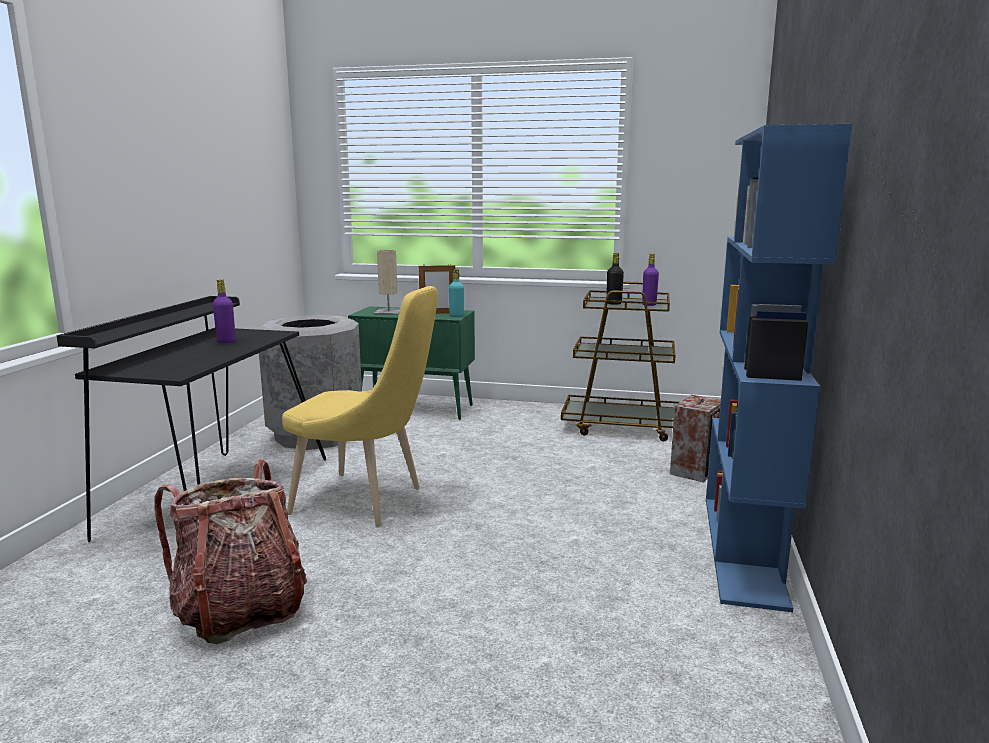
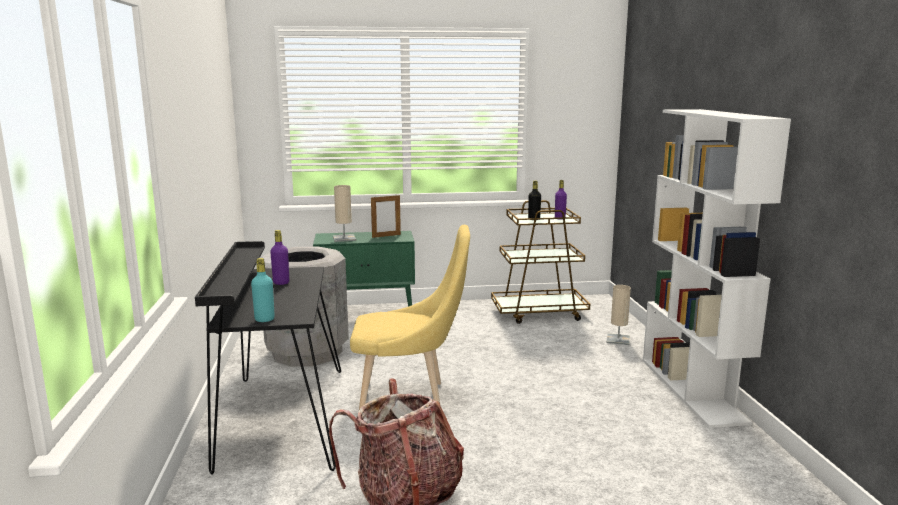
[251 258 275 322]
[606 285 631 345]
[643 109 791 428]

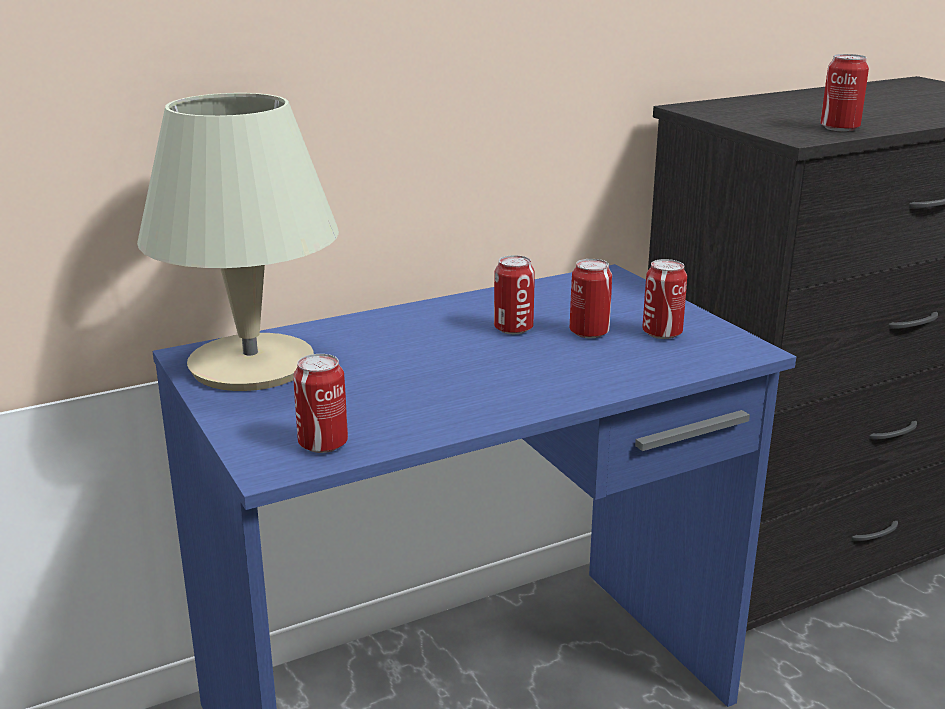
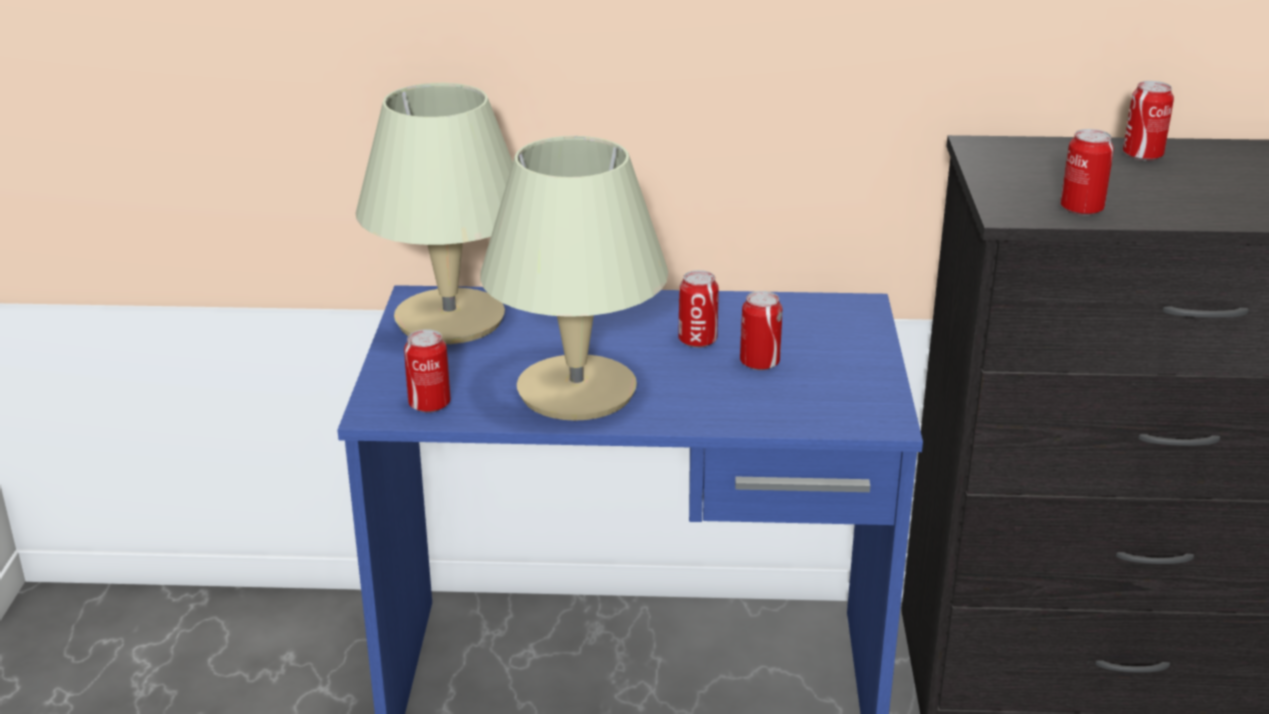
[1123 81 1174 161]
[480 136 669 421]

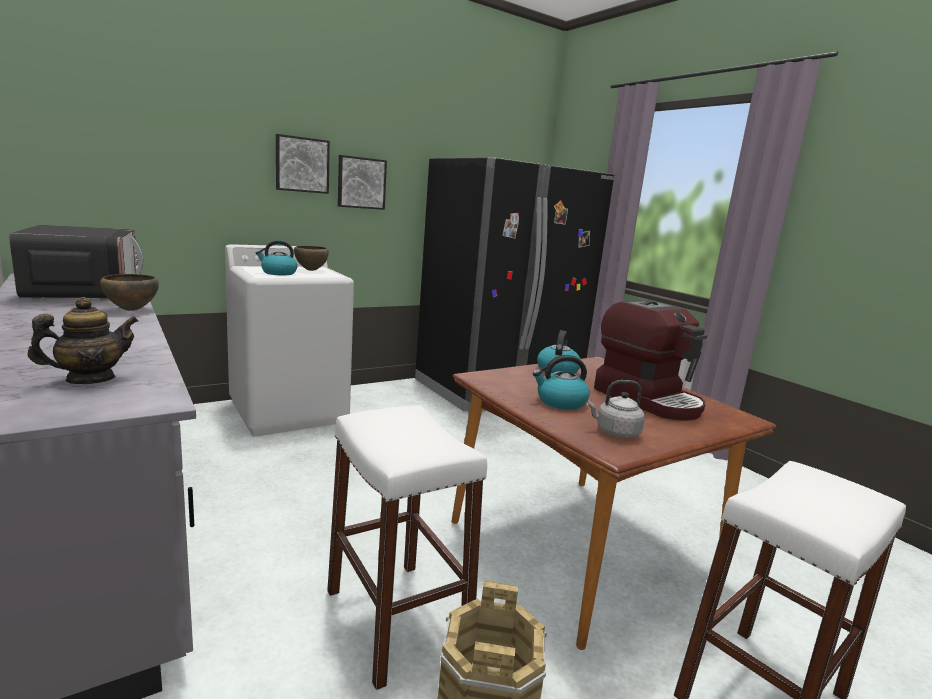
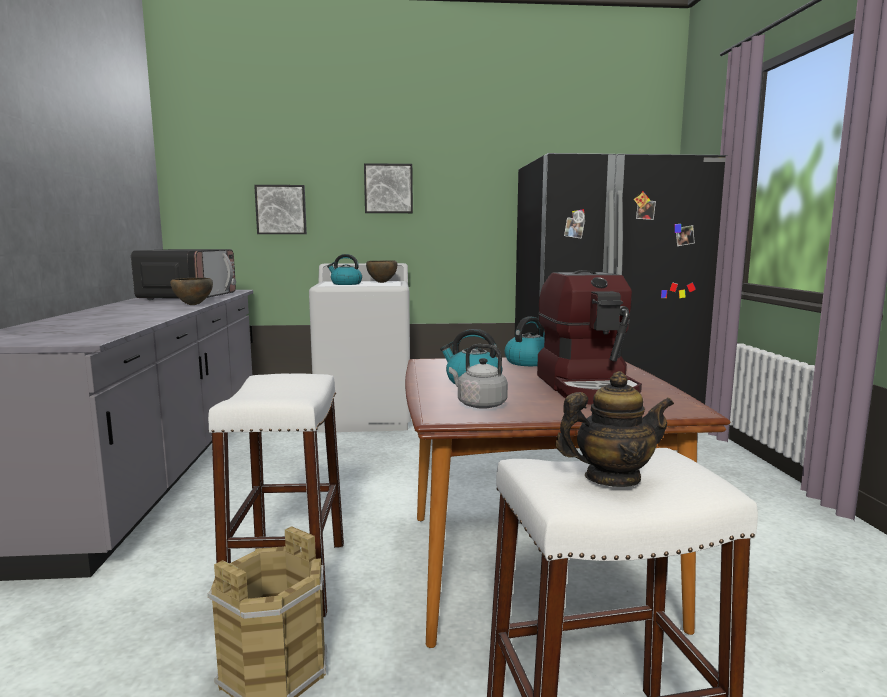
[555 371 674 487]
[254 185 307 234]

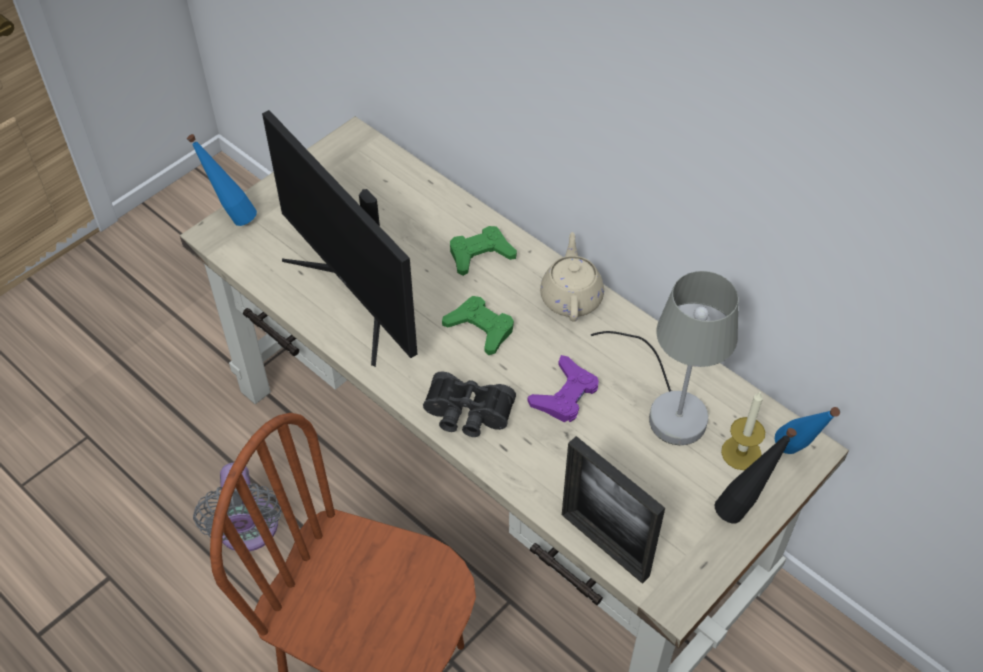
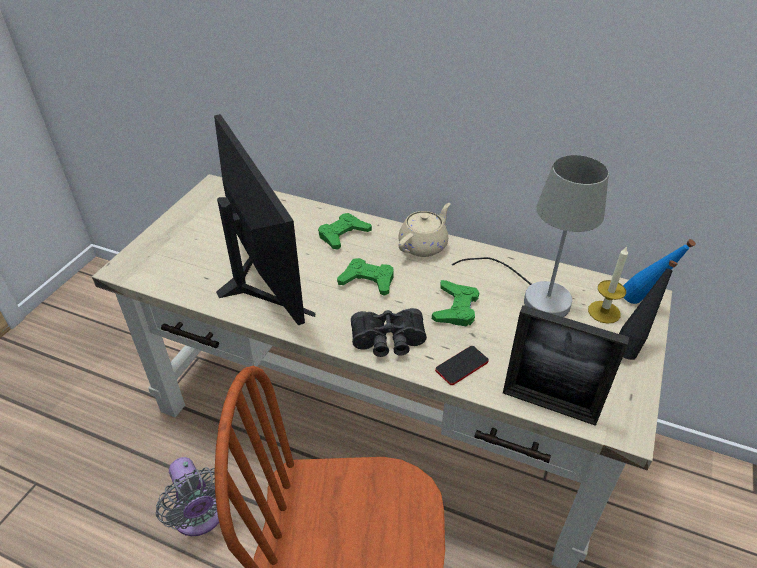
[187 134 257 226] (first image)
[214 114 315 325]
[432 280 479 326]
[398 203 451 257]
[435 346 489 385]

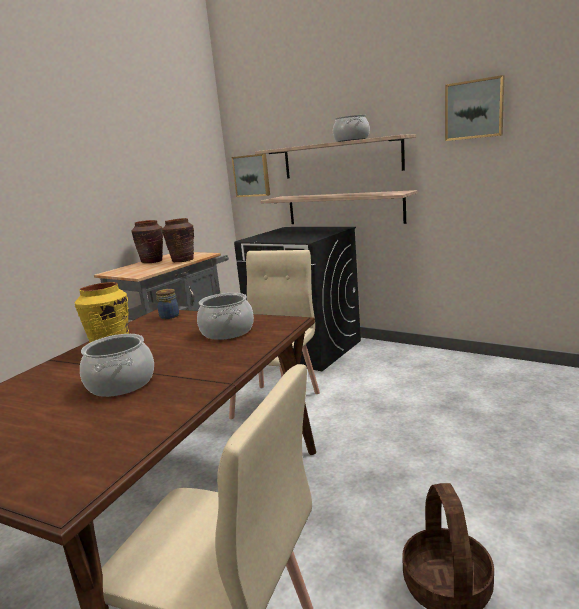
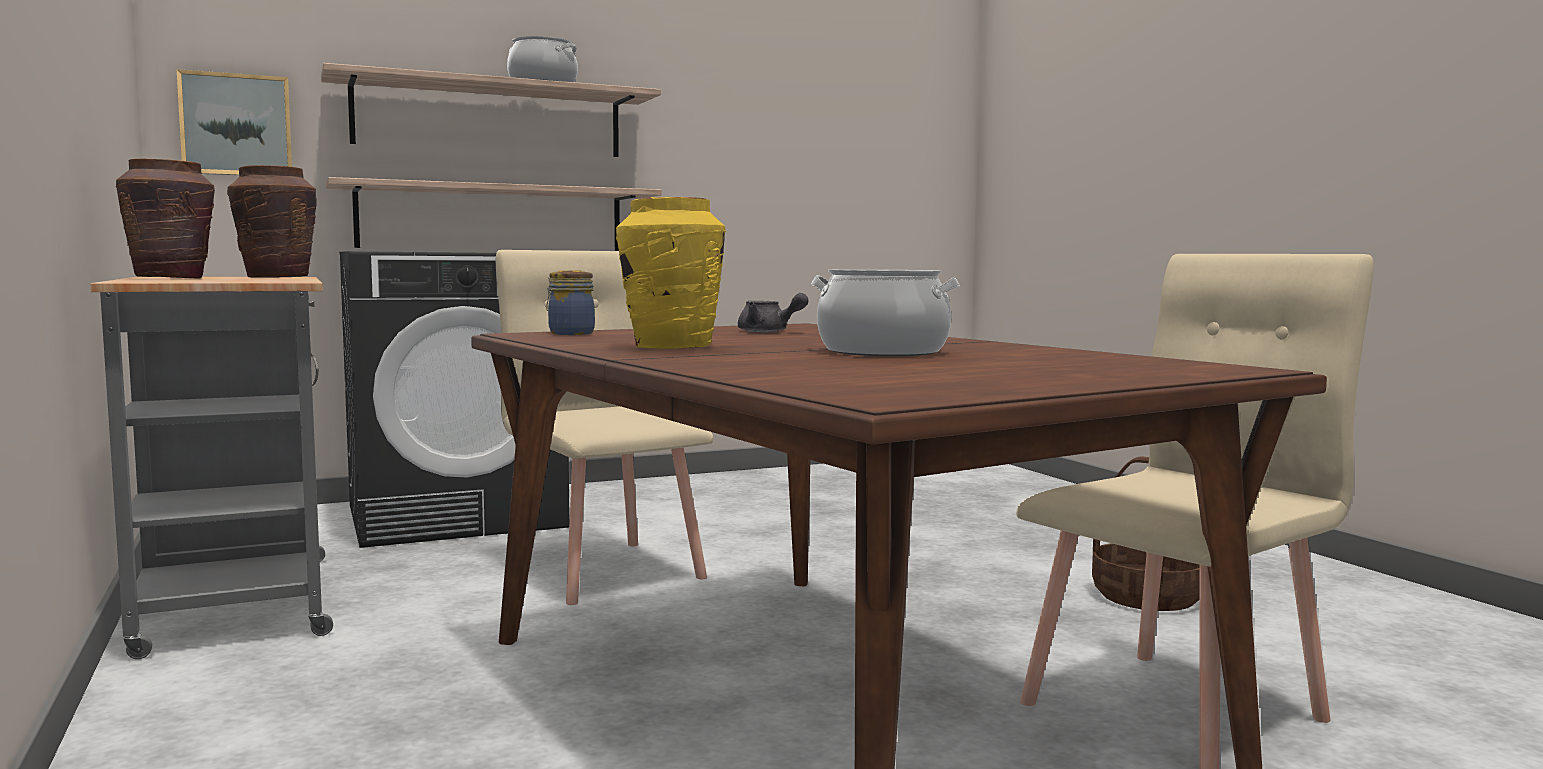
[738 293 809 332]
[445 75 504 141] (first image)

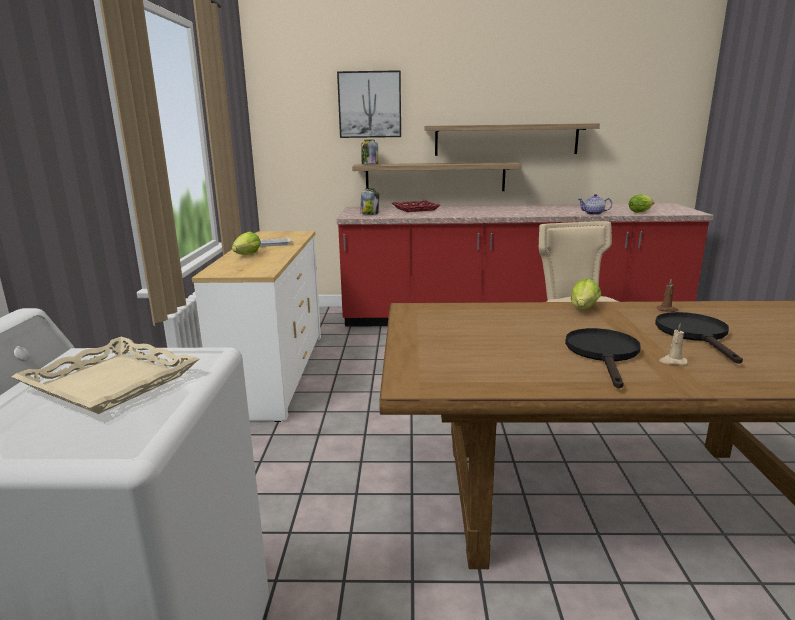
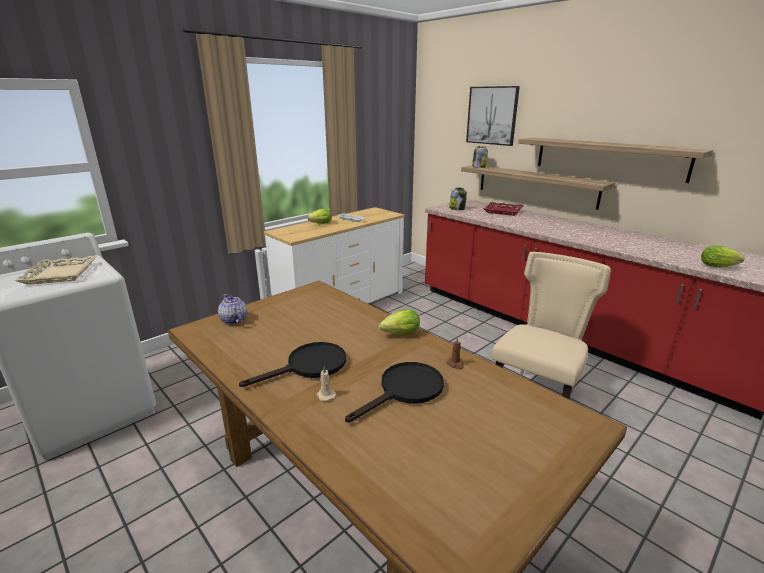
[218 294 247 325]

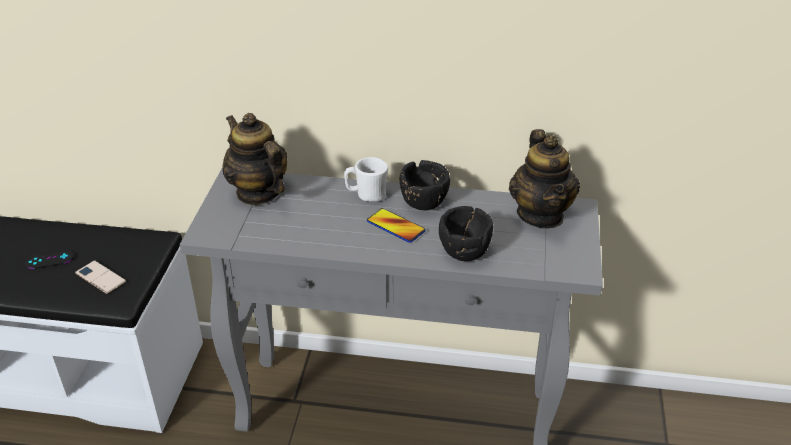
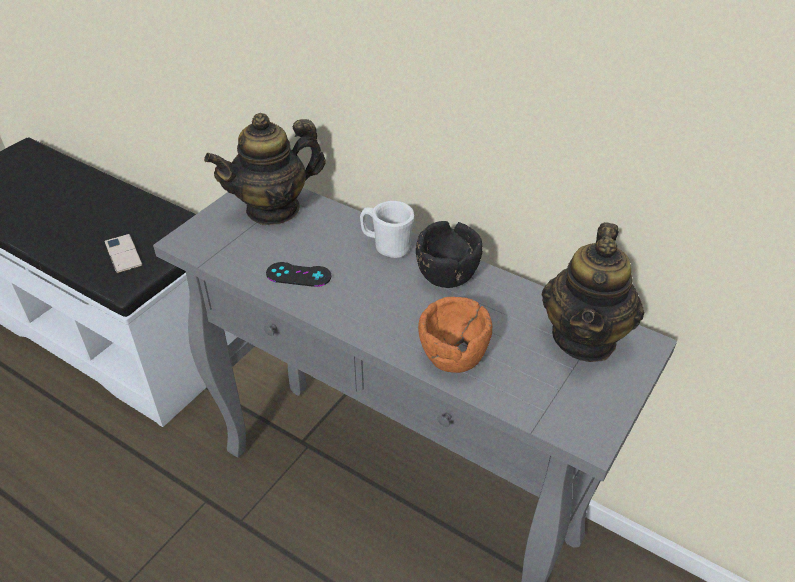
[266 262 331 287]
[204 113 326 225]
[367 208 426 243] (first image)
[418 297 492 373]

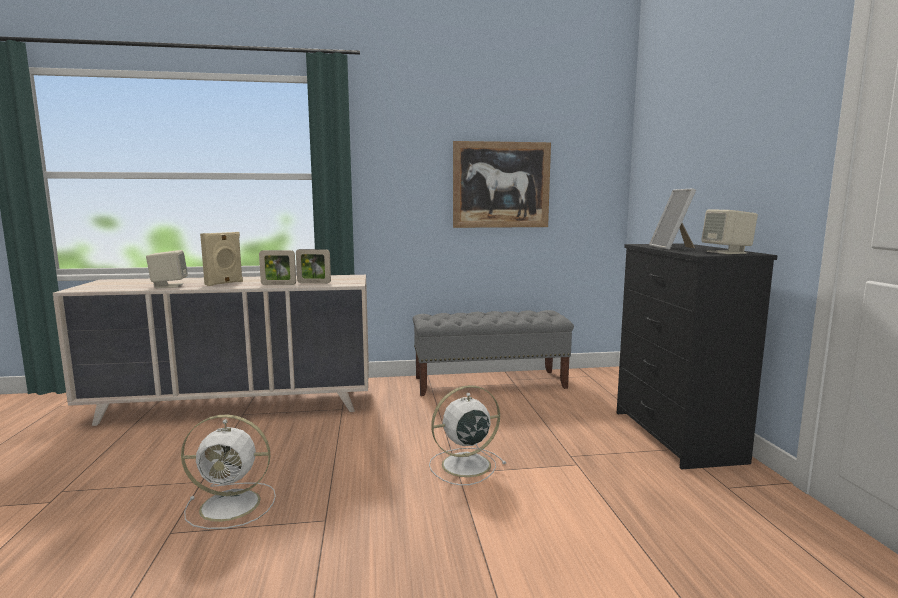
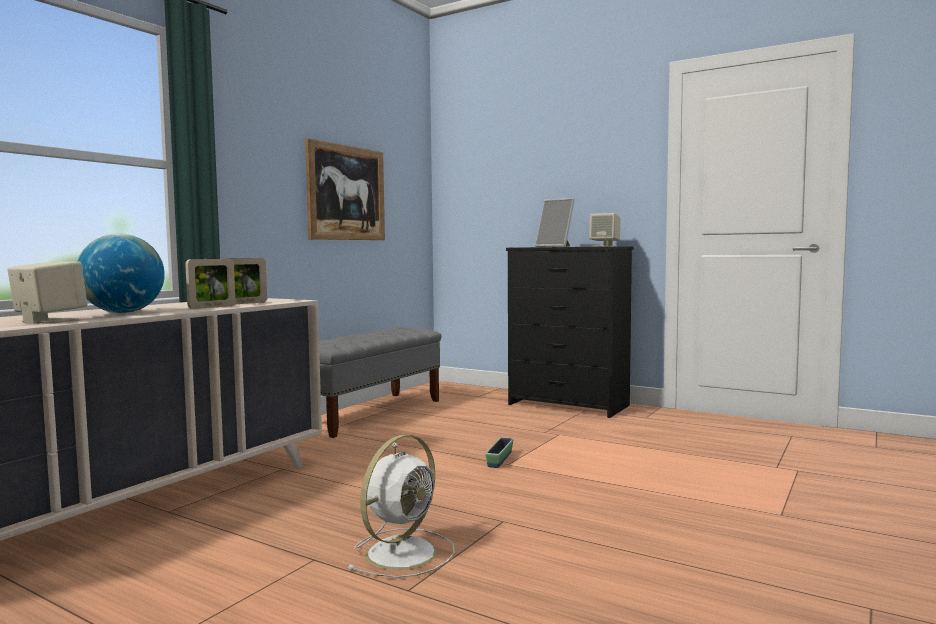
[77 233 165 313]
[485 437 514 468]

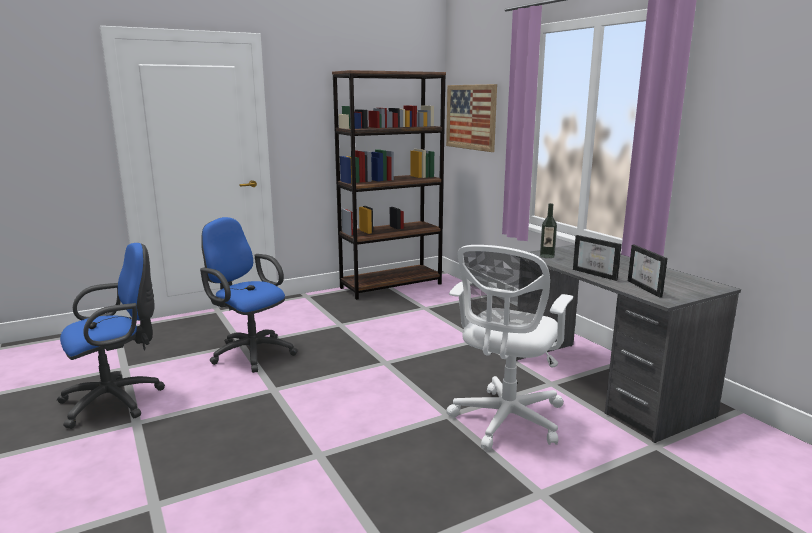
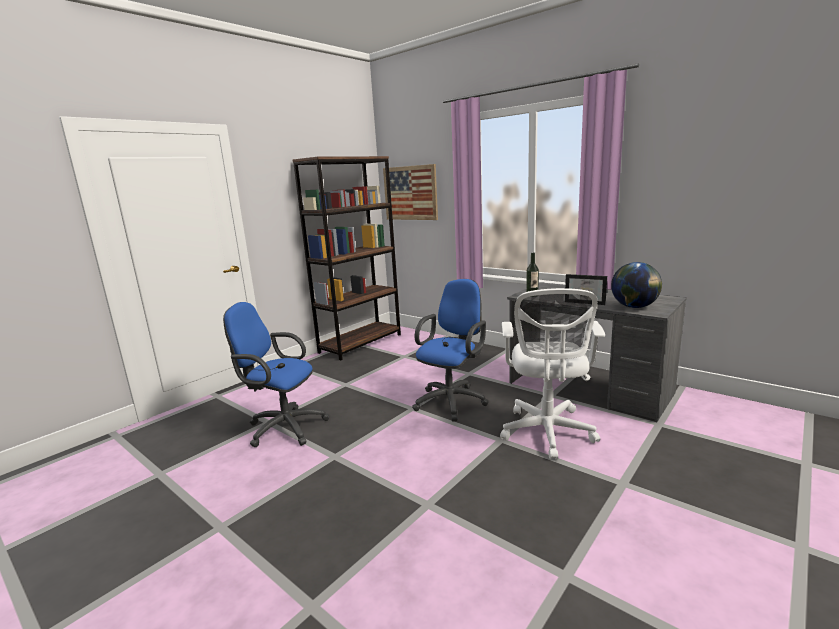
[412 279 489 421]
[611 262 662 308]

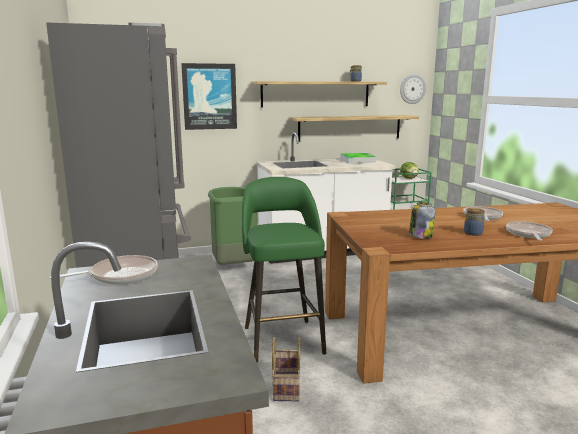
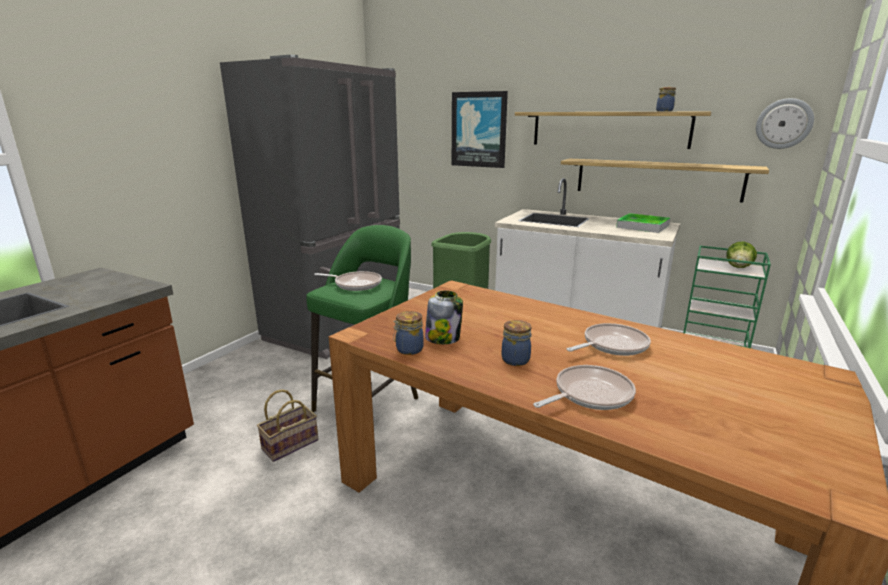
[314 271 382 291]
[393 311 424 355]

